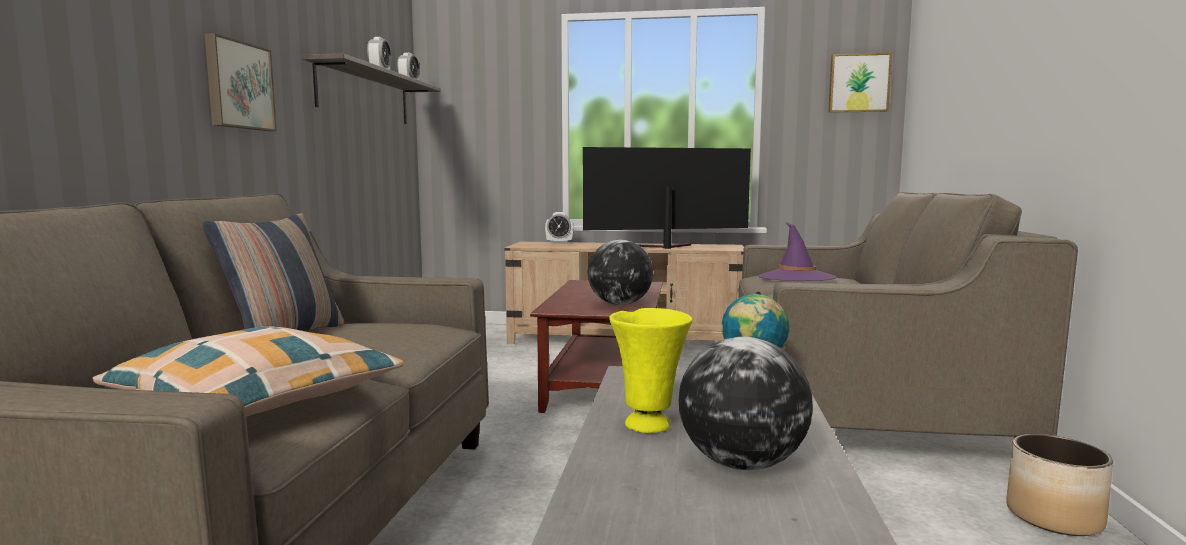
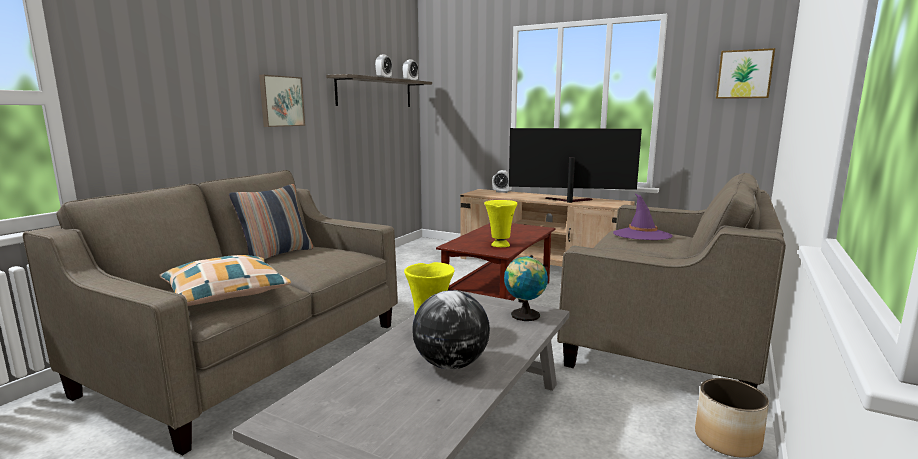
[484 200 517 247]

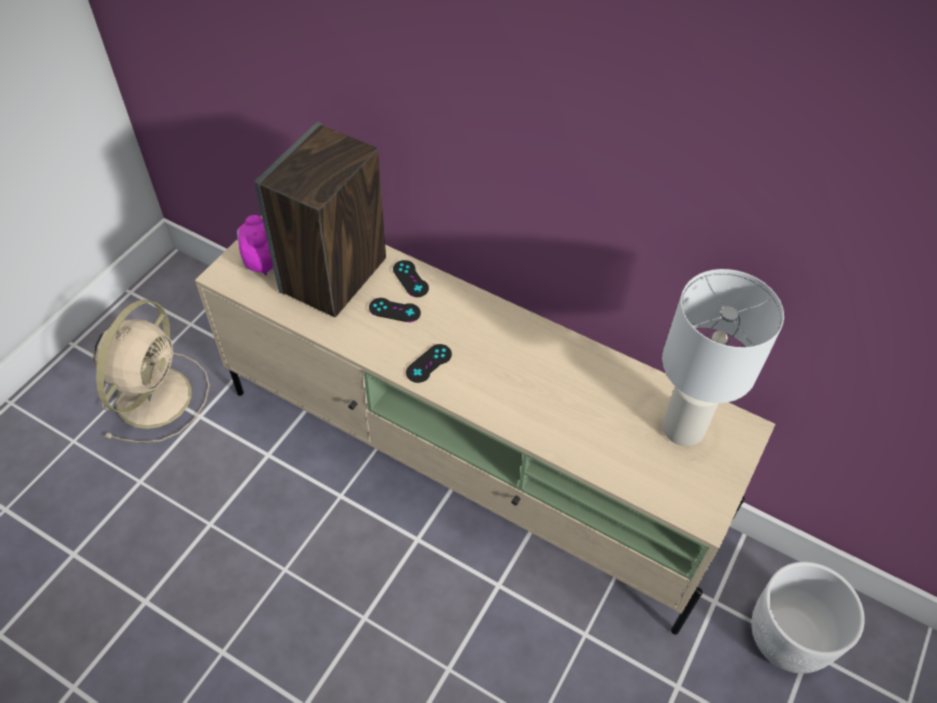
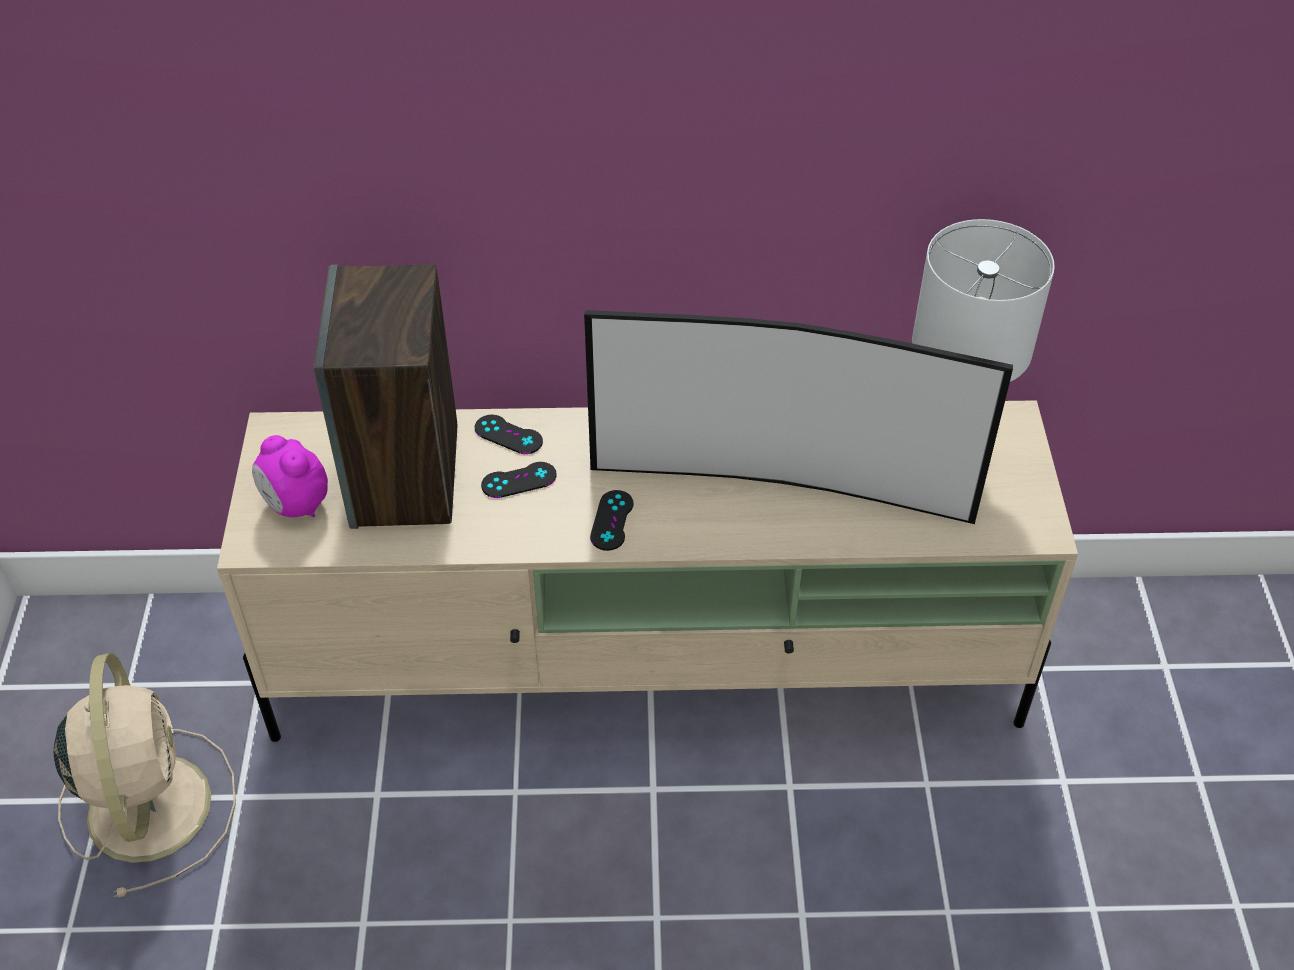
[751 562 865 674] (first image)
[584 310 1013 524]

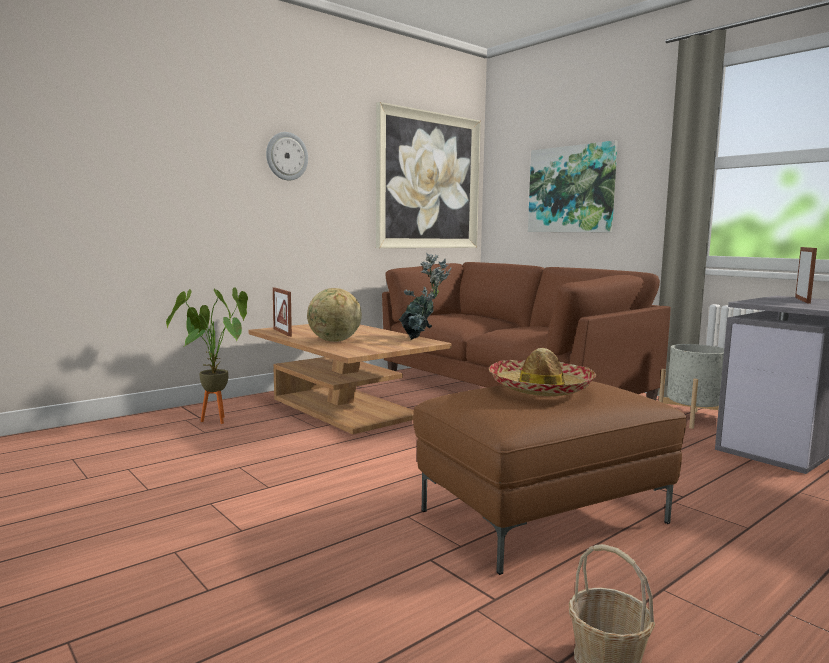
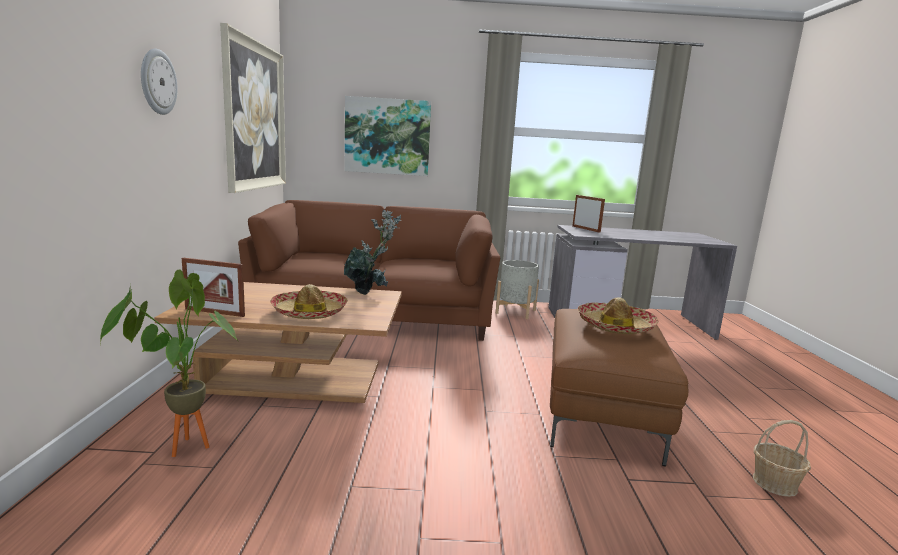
[270 284 348 319]

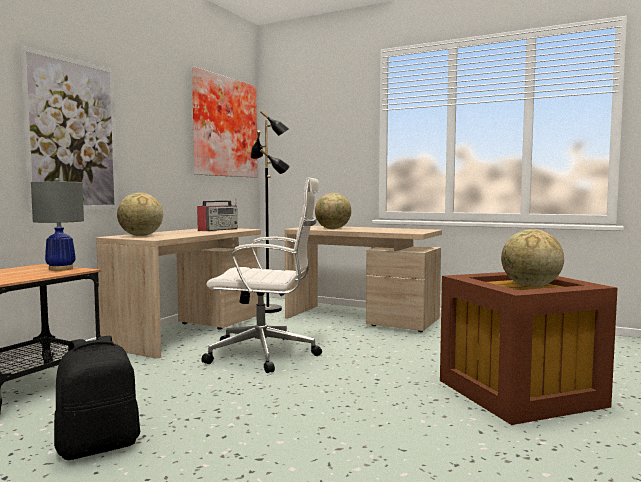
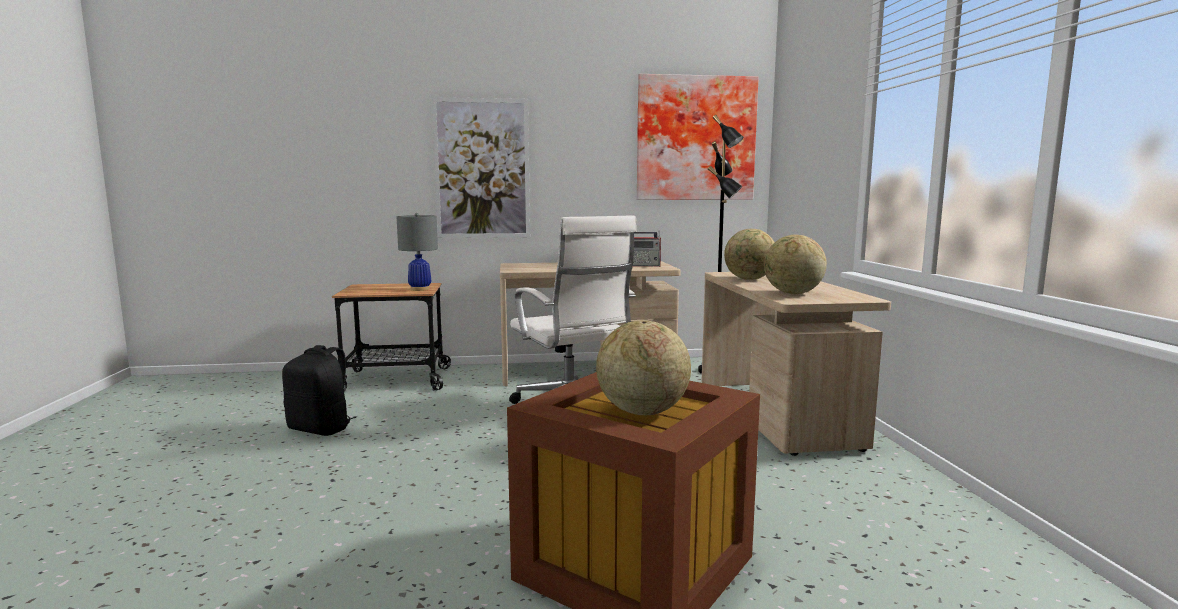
[764 234 827 294]

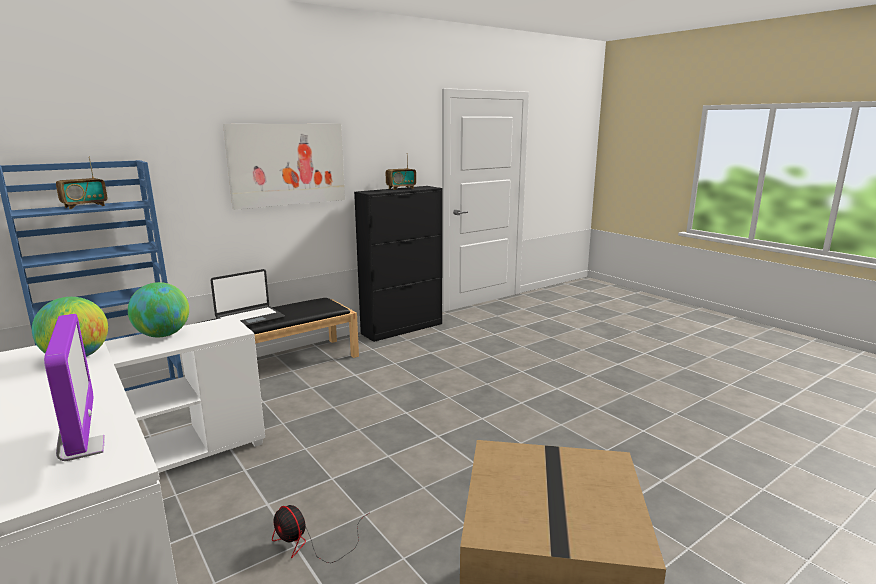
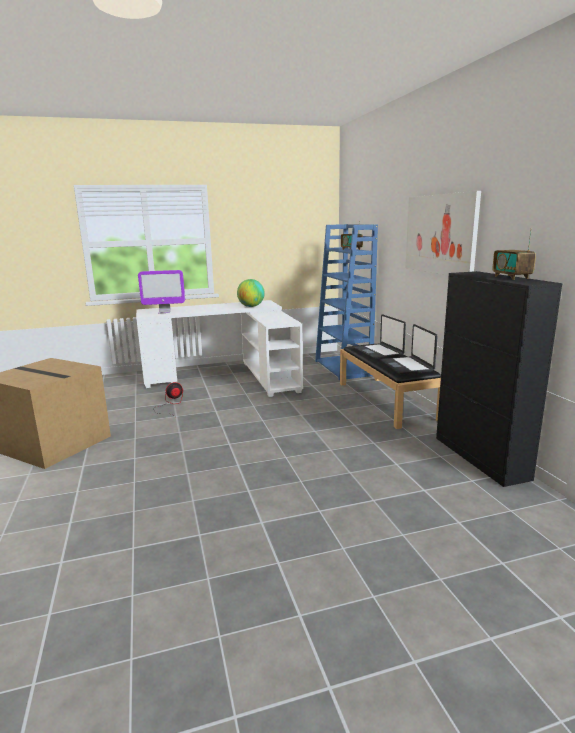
[128 282 189 337] (first image)
[380 324 438 374]

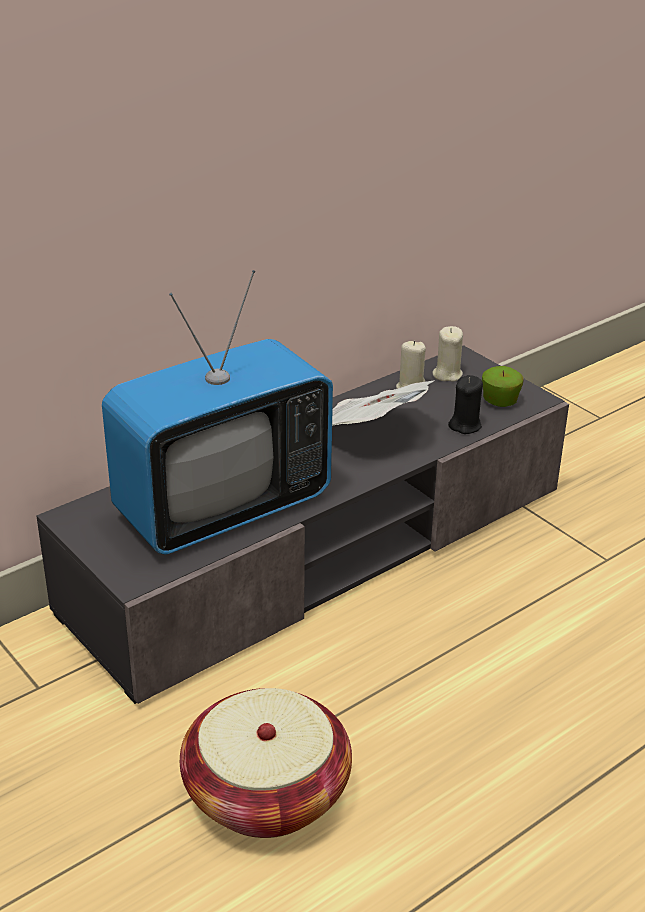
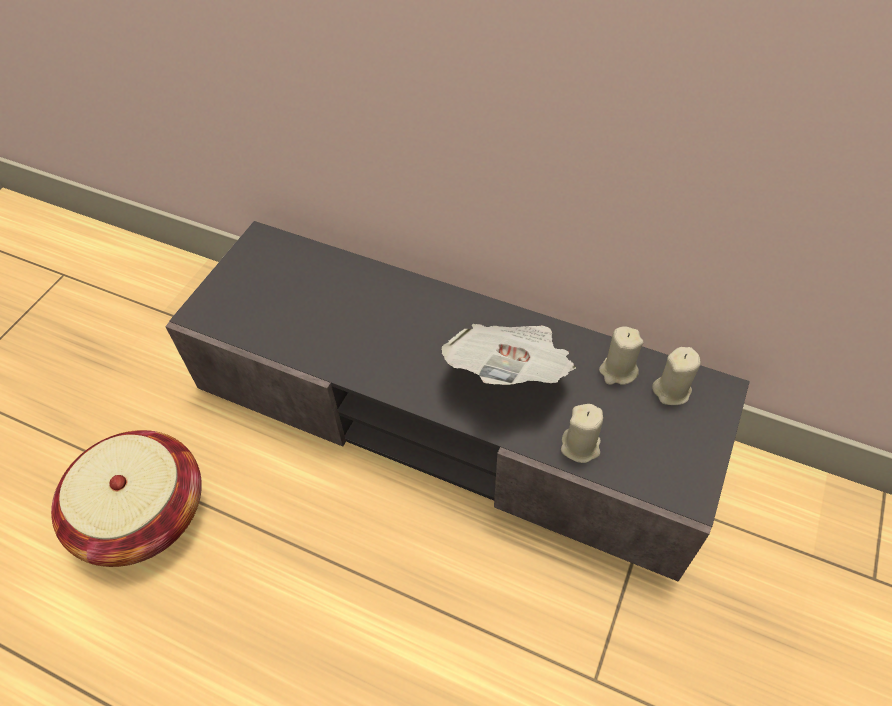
[102 270 333 555] (first image)
[561 404 603 463]
[482 366 524 407] (first image)

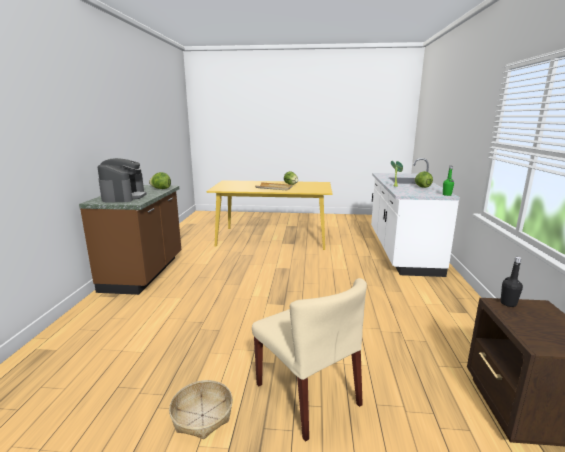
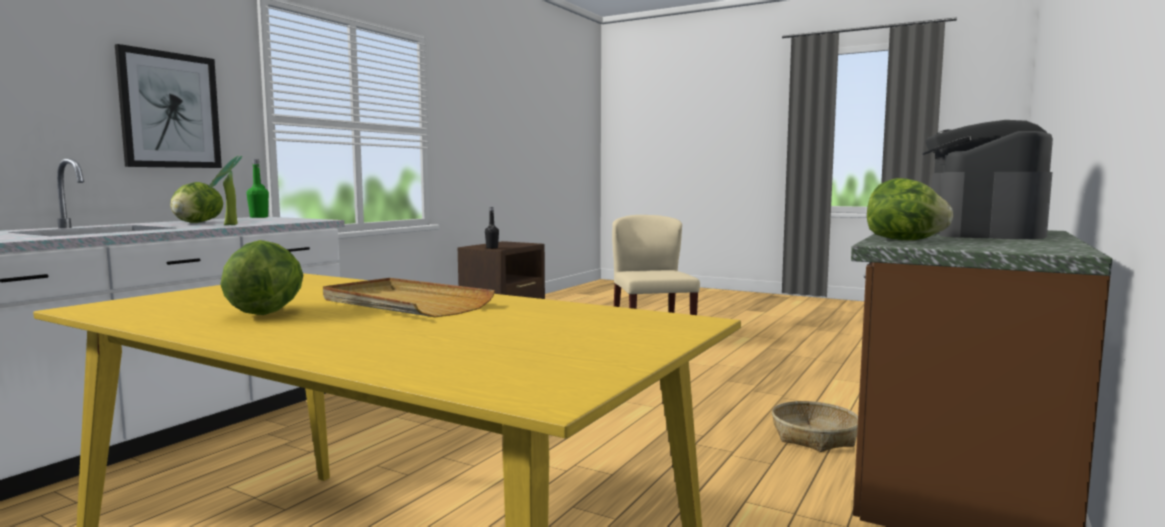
[772 401 858 452]
[115 44 222 168]

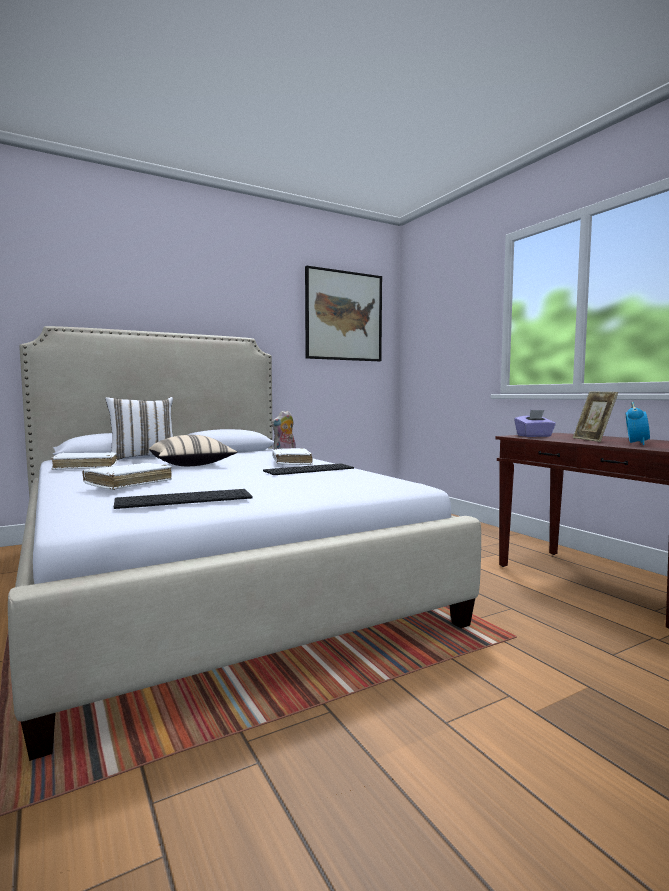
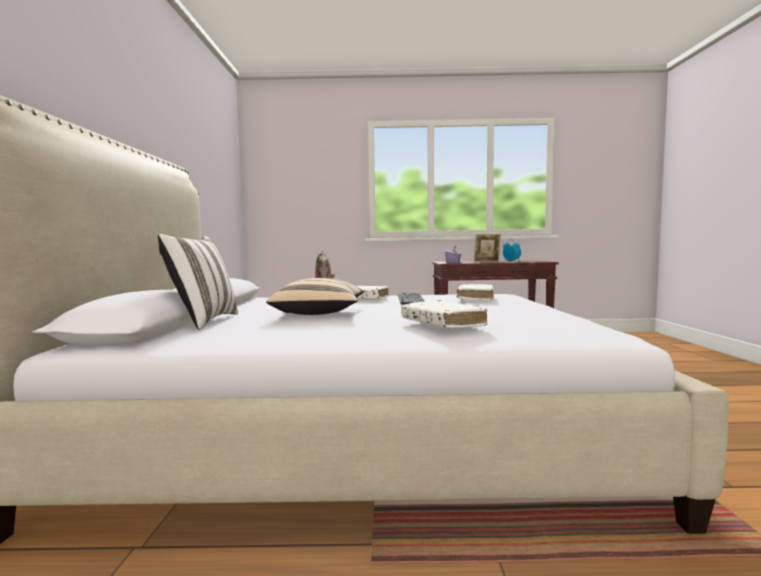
[457 284 494 301]
[114 489 253 509] (first image)
[305 266 382 361] (first image)

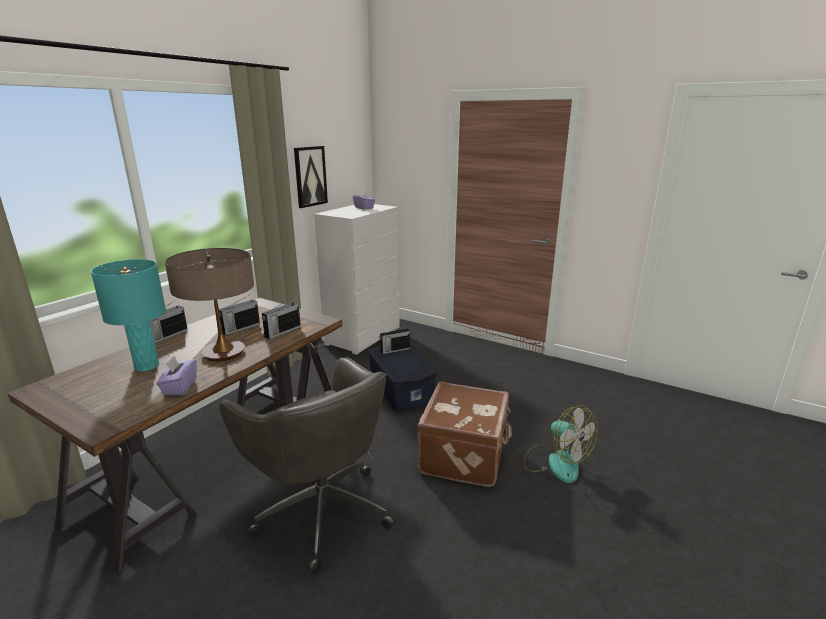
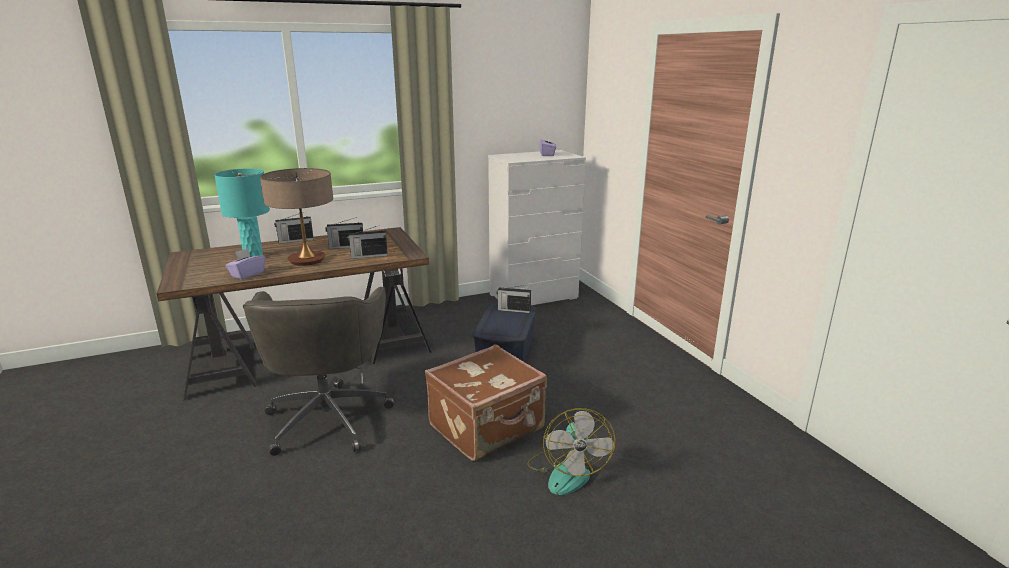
[294 146 328 208] (first image)

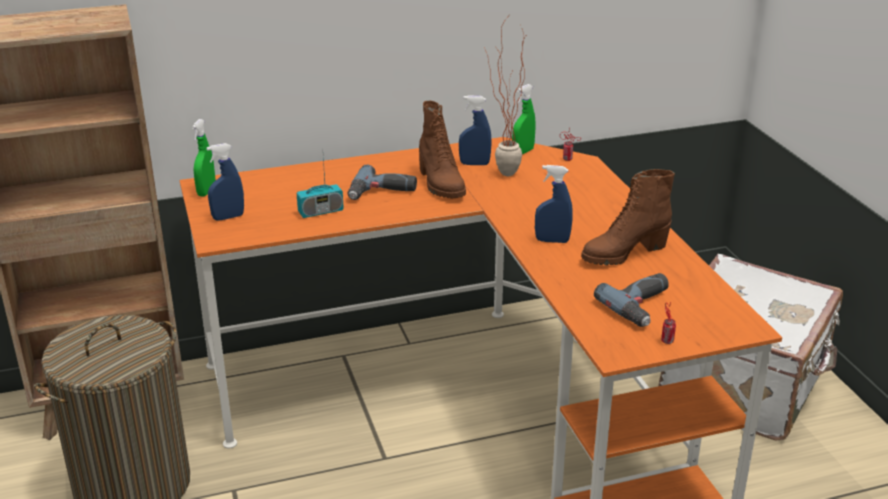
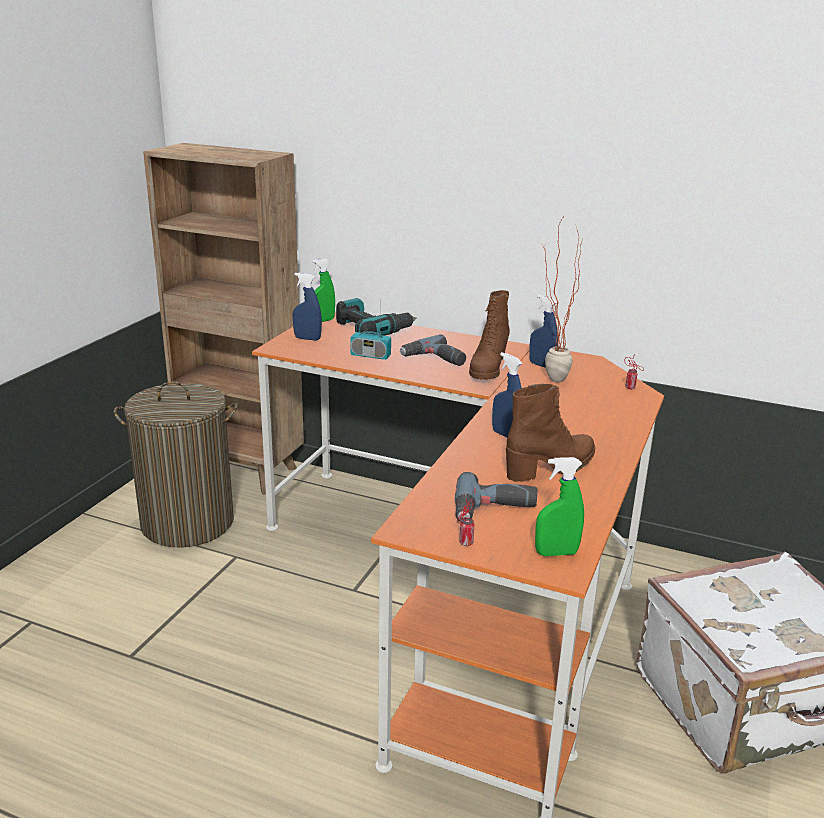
[535 457 584 556]
[506 384 595 482]
[336 298 417 336]

